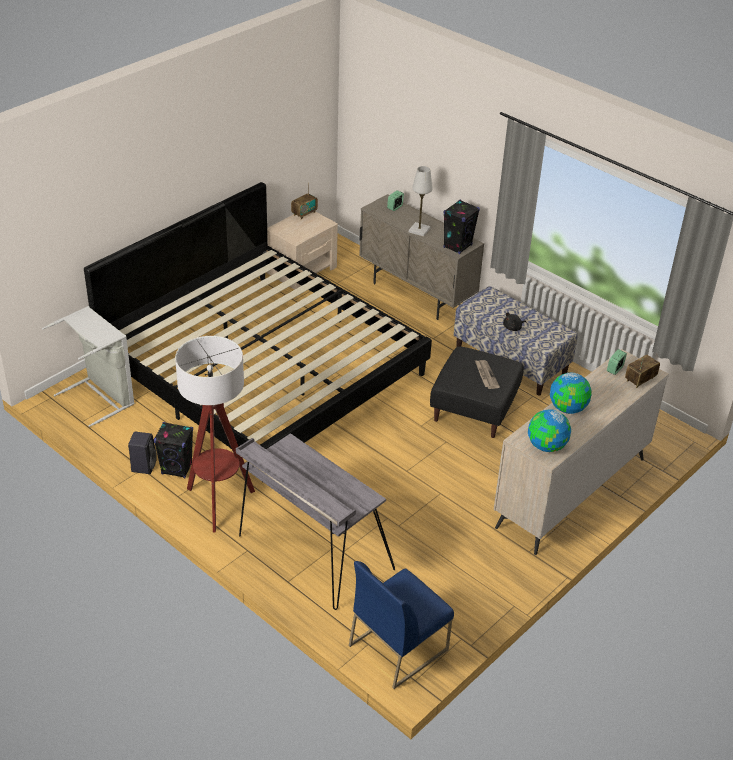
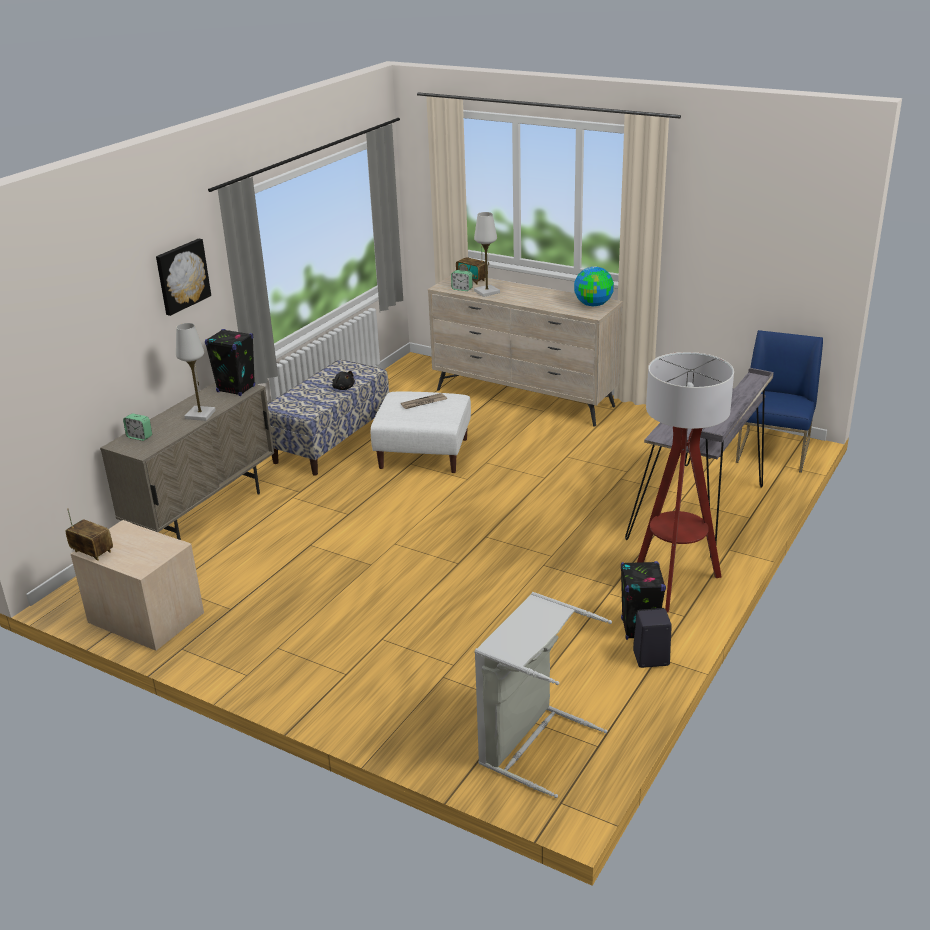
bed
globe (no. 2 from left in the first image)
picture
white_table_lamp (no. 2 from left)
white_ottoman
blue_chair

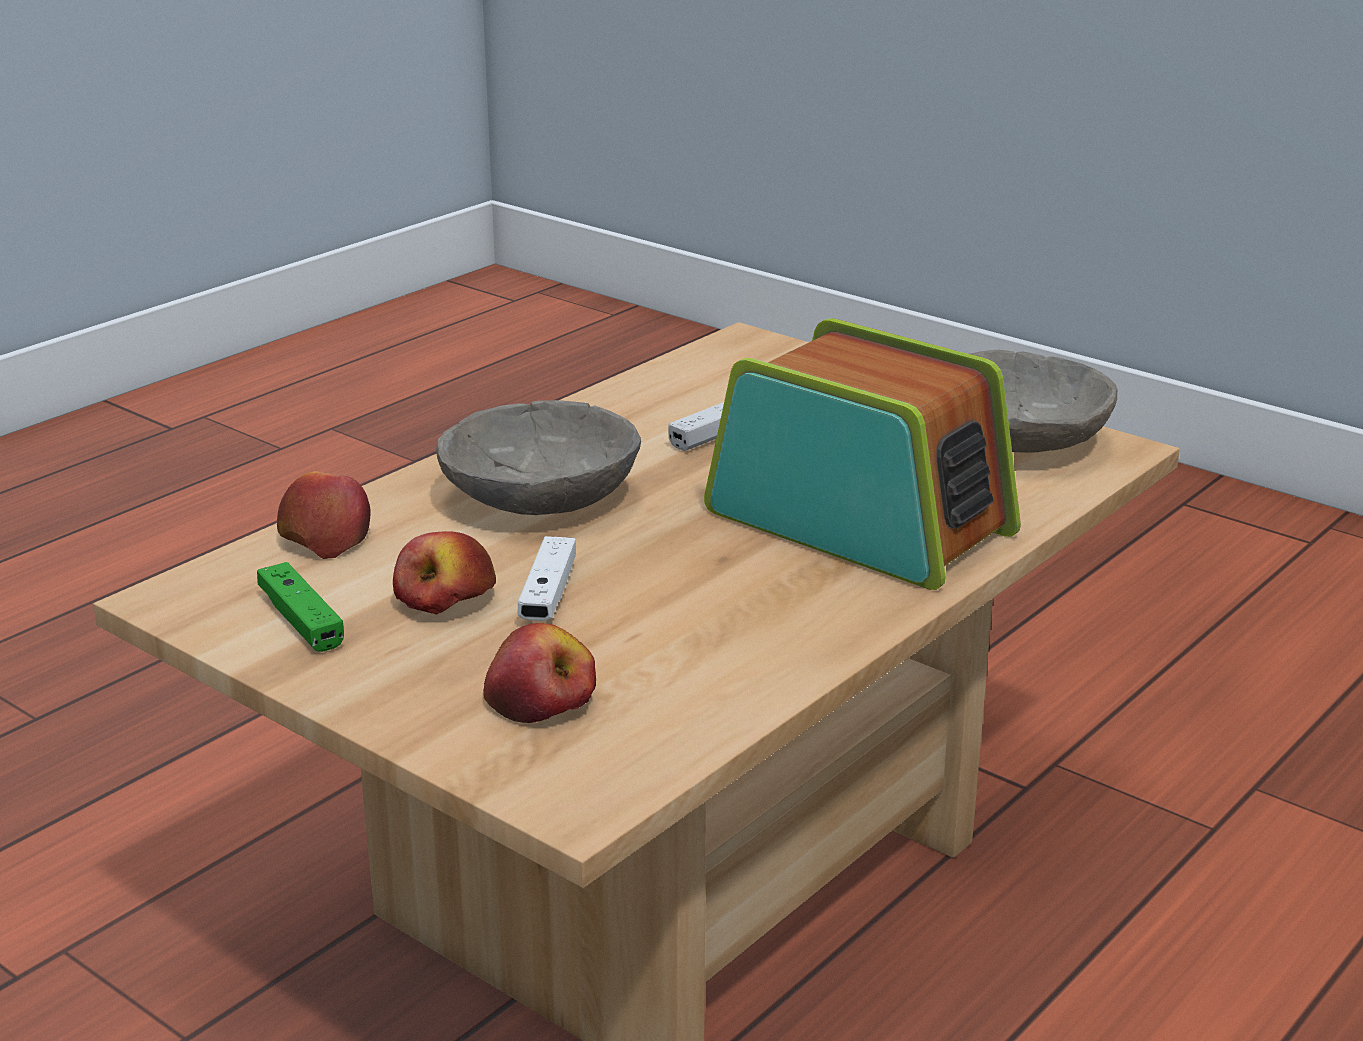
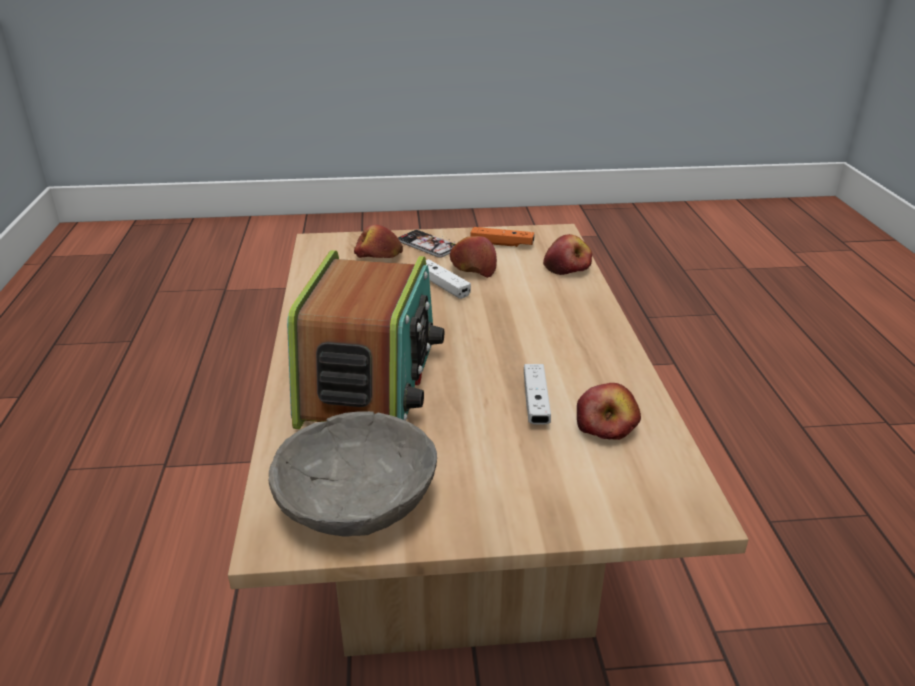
grey_bowl (no. 1 from left in the first image)
phone
apple (no. 4 from left)
orange_game_controller
radio

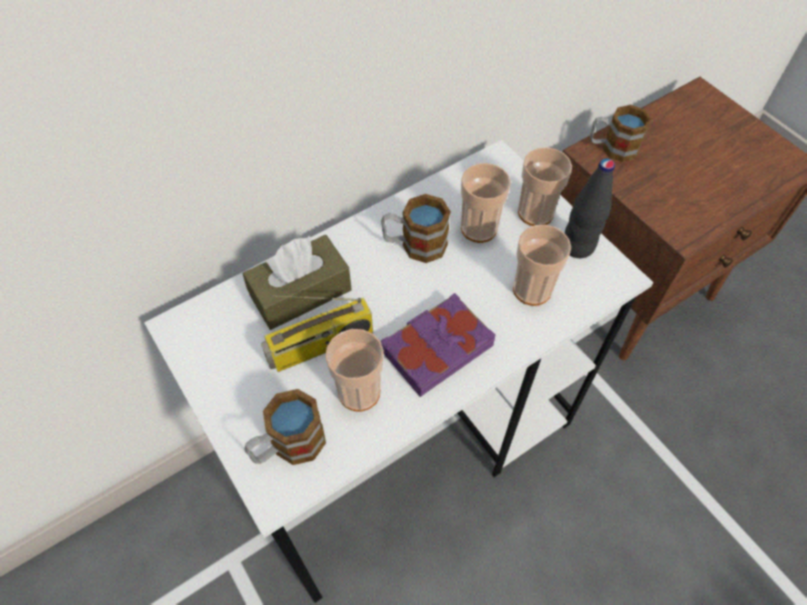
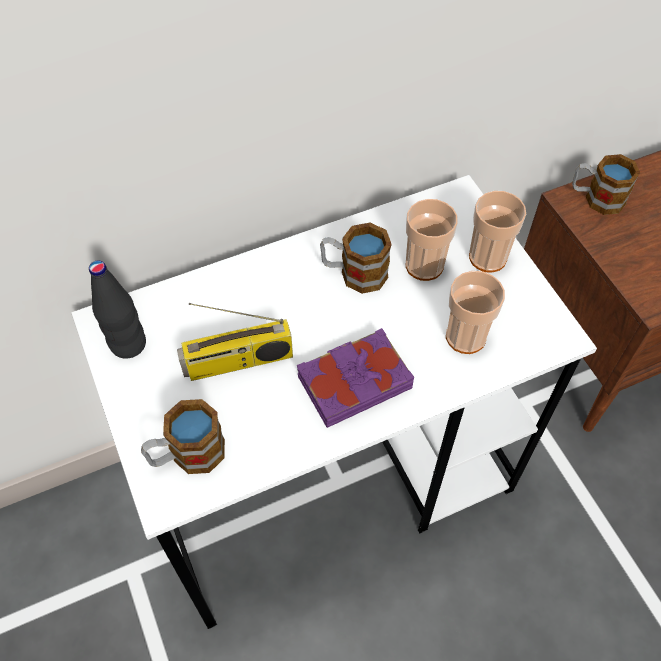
brown_tissue_box
cup (no. 1 from left in the first image)
black_bottle

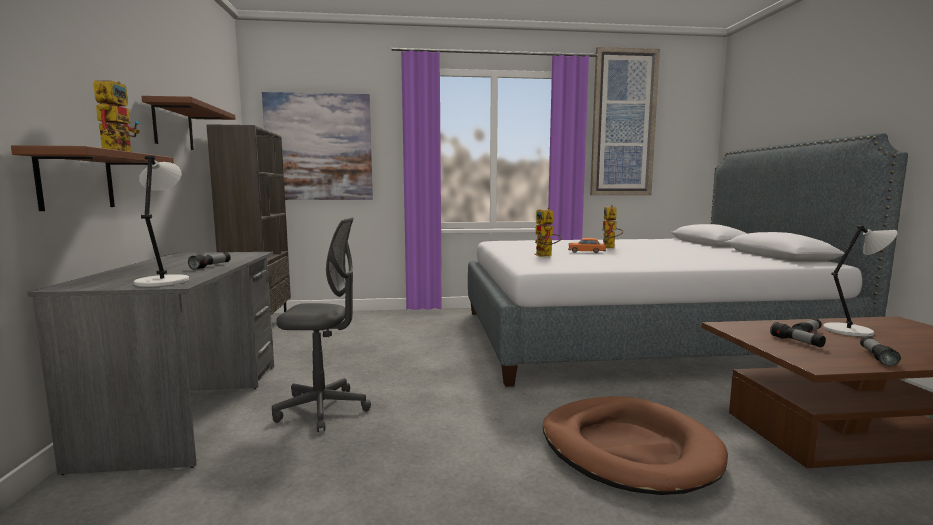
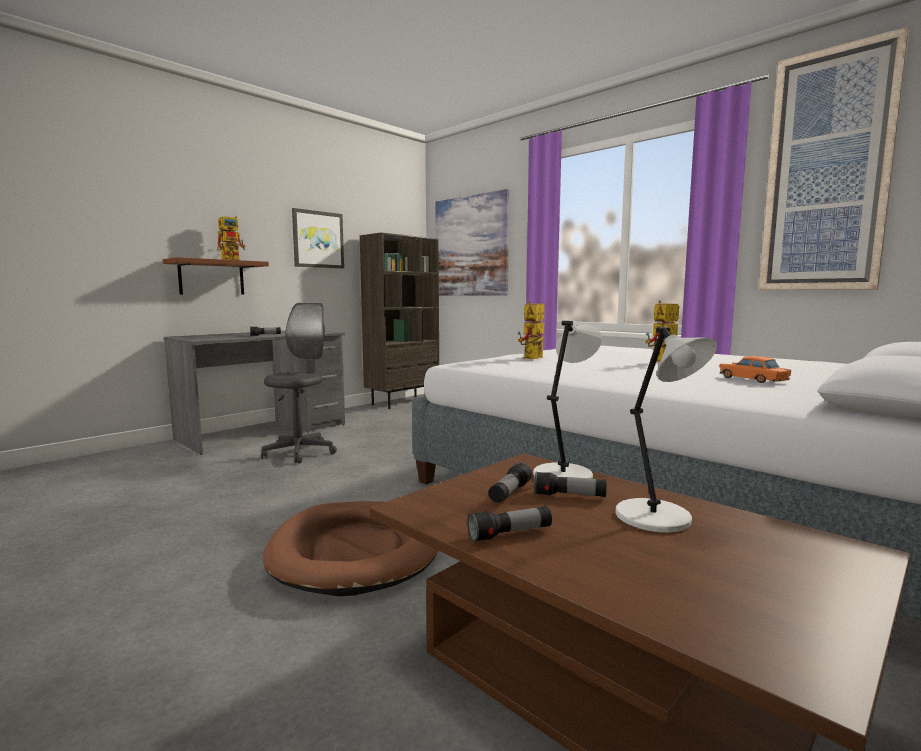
grey_table_lamp (no. 1 from left)
orange_toy_car
picture (no. 1 from left)
grey_office_chair

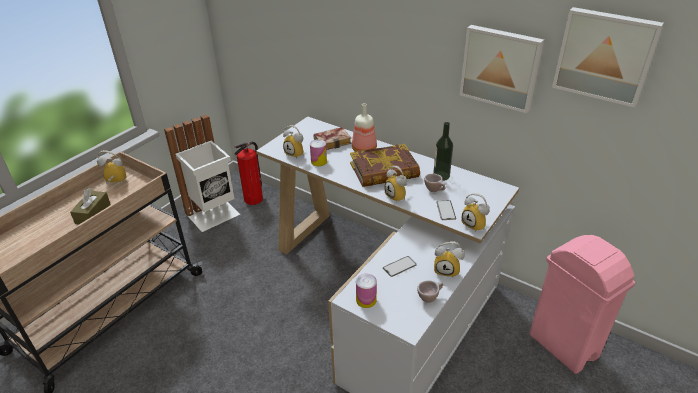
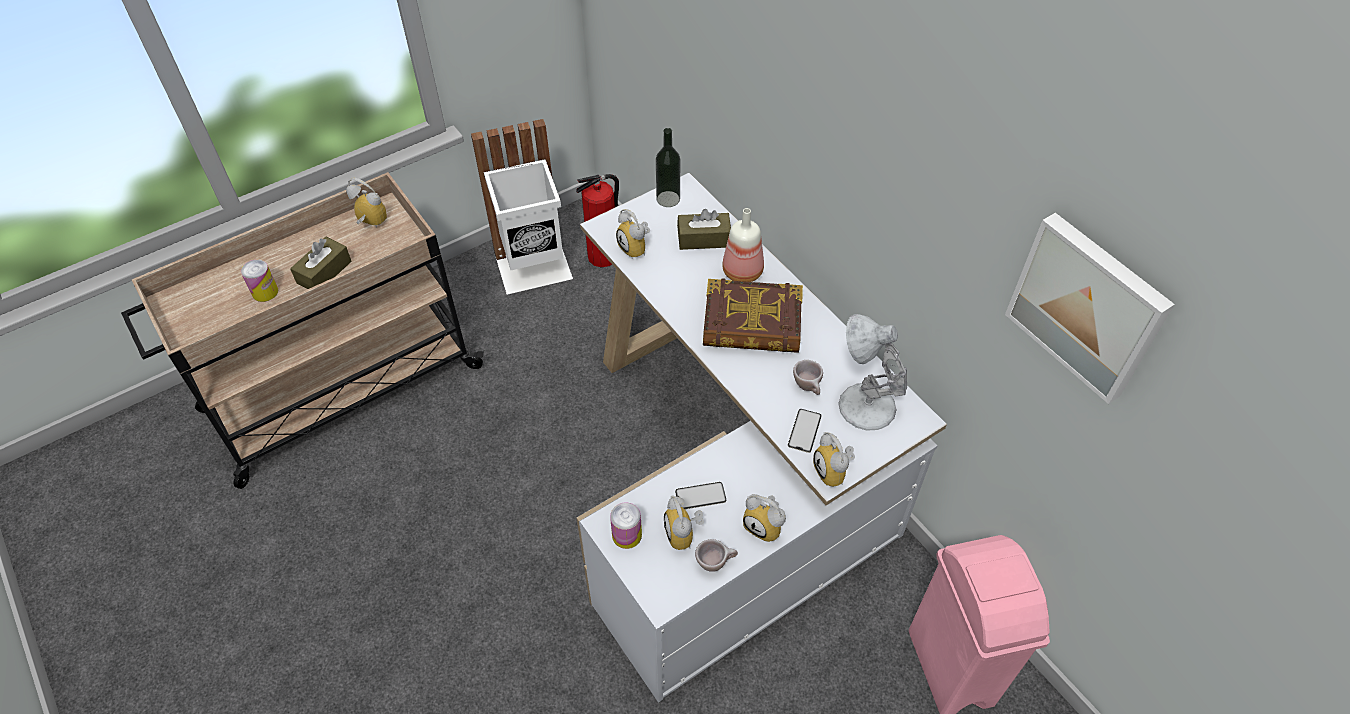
picture (no. 1 from left in the first image)
white_table_lamp
can (no. 1 from left)
alarm_clock (no. 3 from left)
bottle (no. 1 from left)
brown_tissue_box (no. 2 from left)

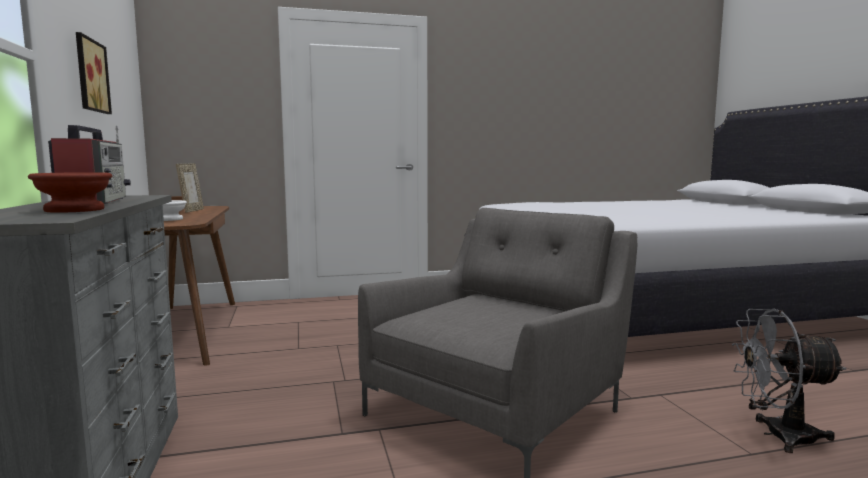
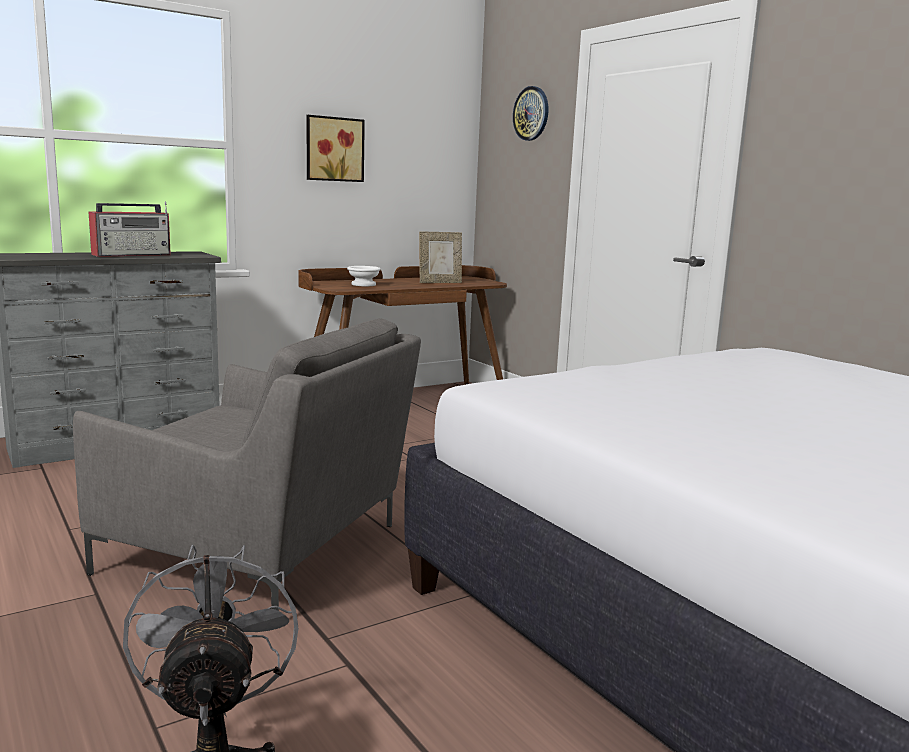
brown_bowl
wall_clock

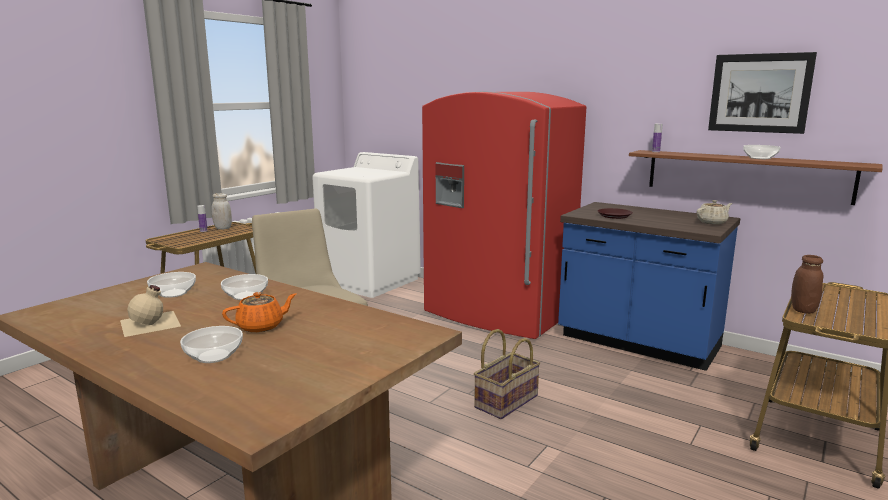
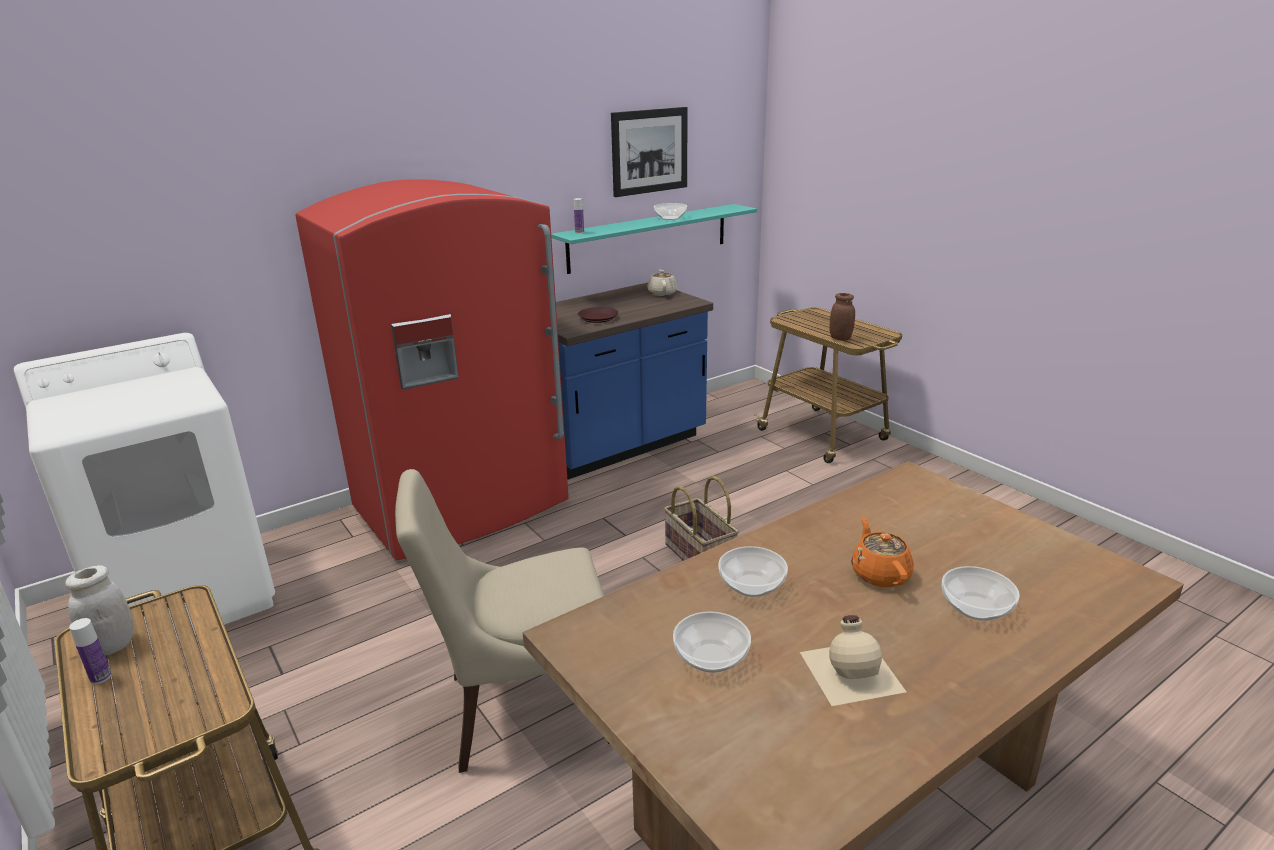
turquoise_shelf

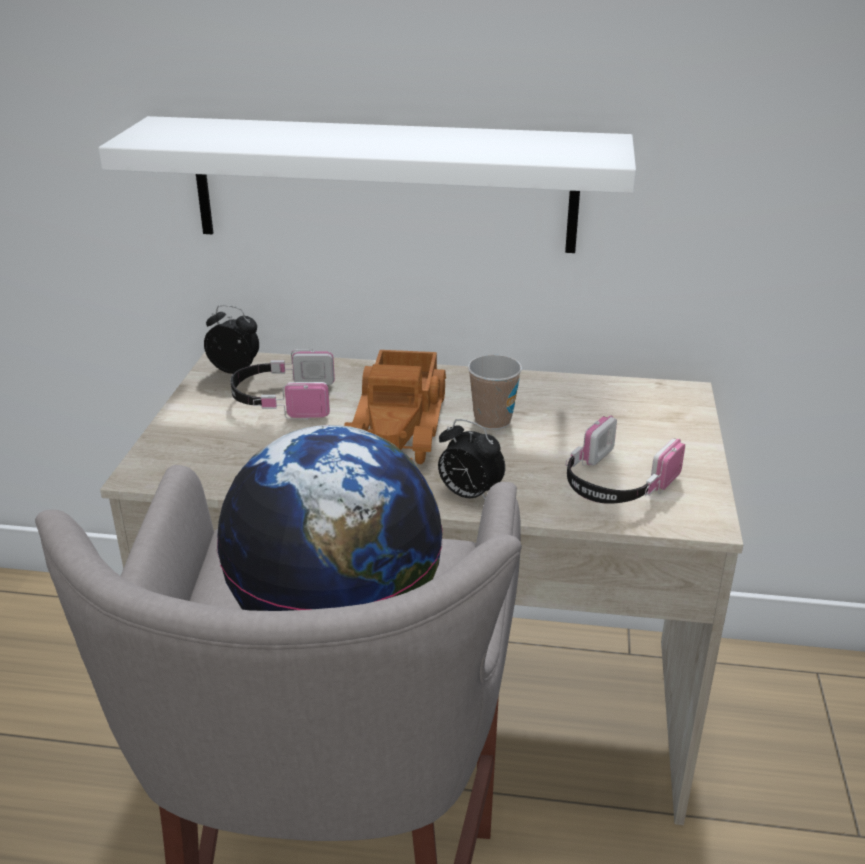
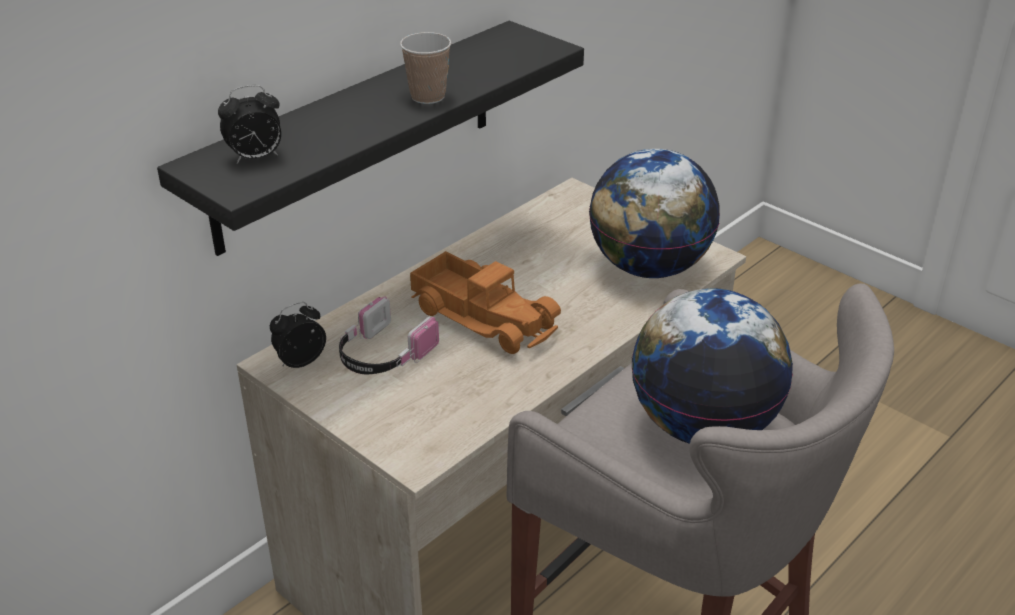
alarm_clock (no. 1 from left)
cup
globe (no. 1 from left)
black_shelf

